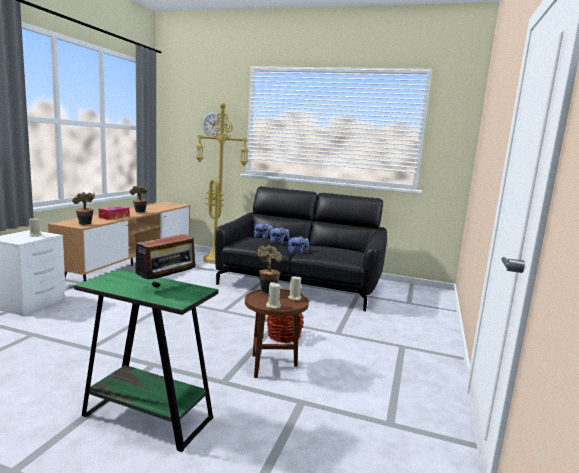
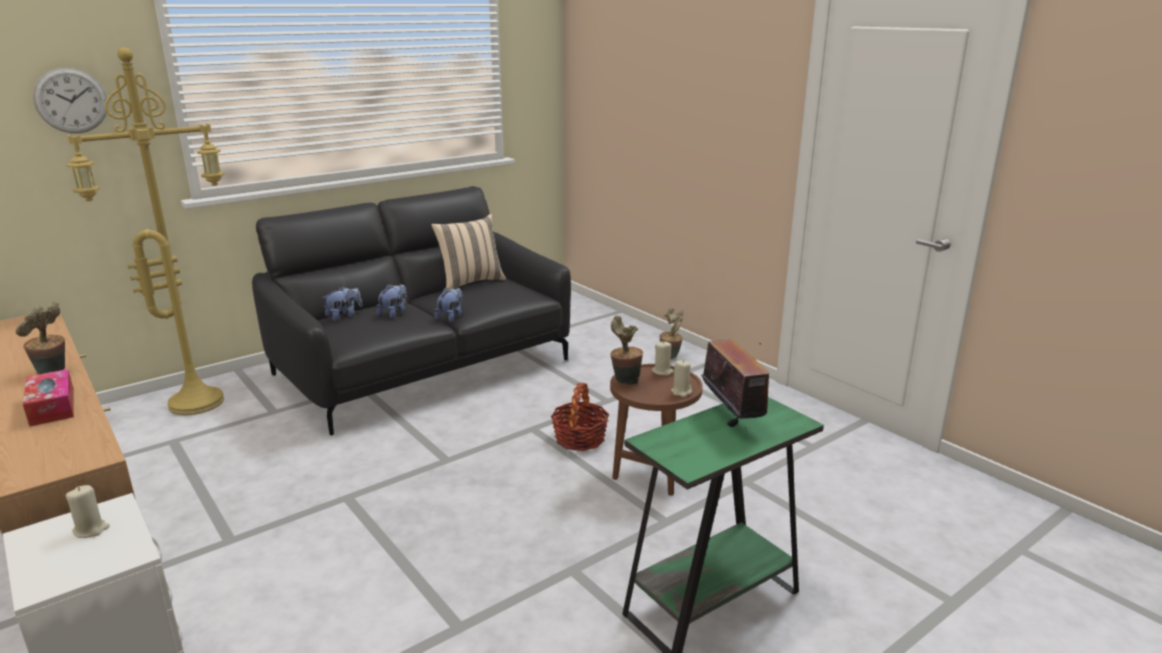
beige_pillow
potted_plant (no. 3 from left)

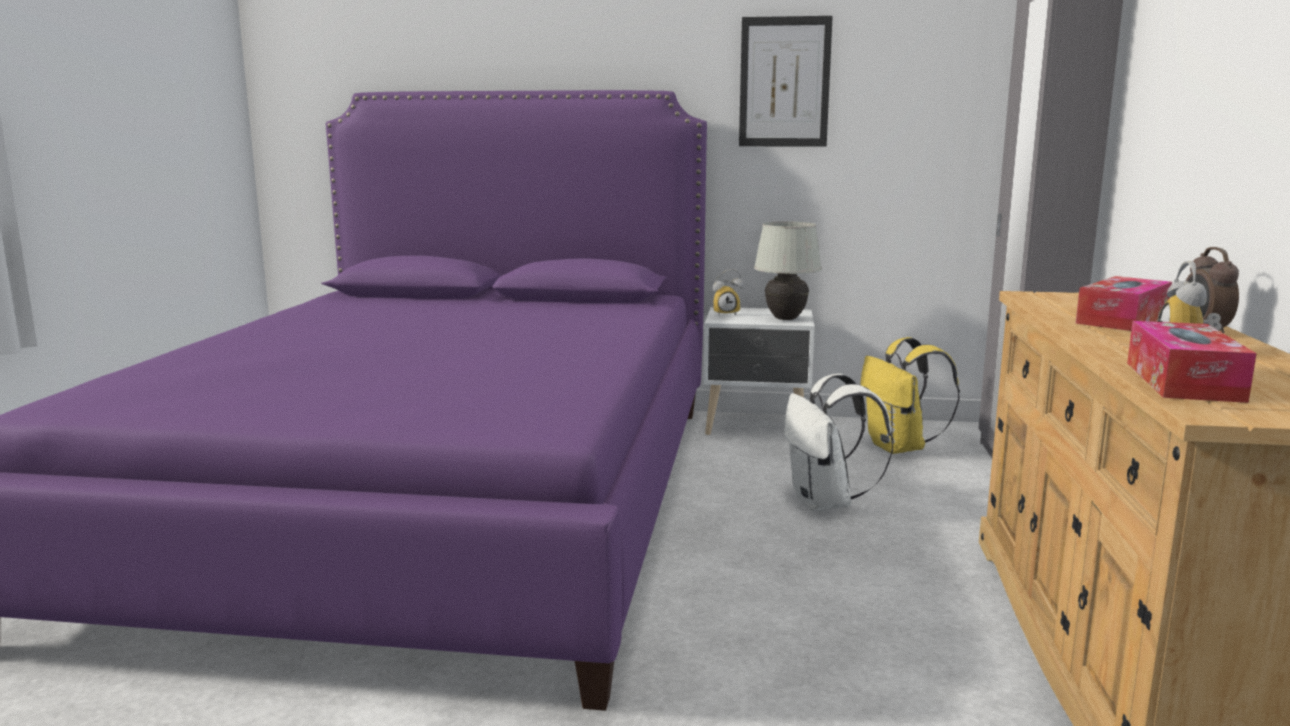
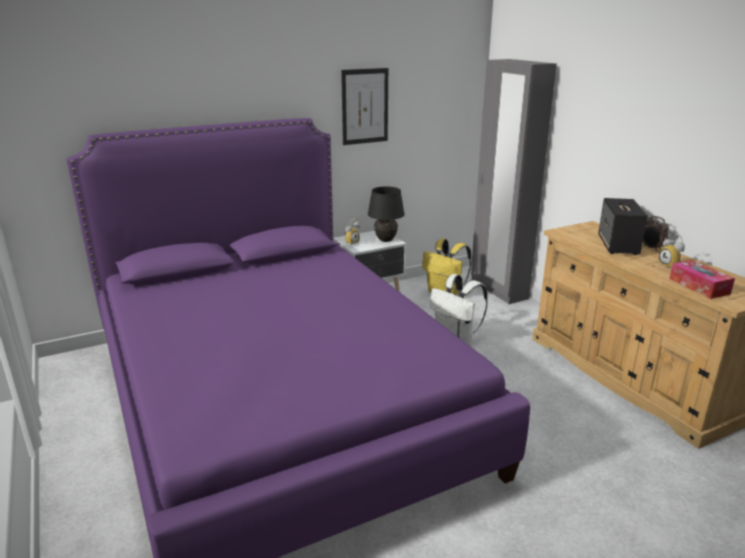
speaker
black_table_lamp

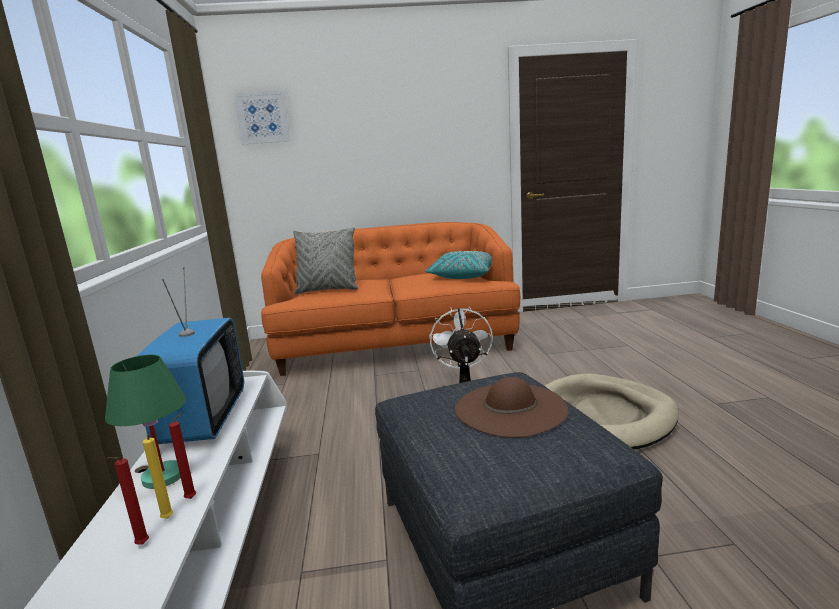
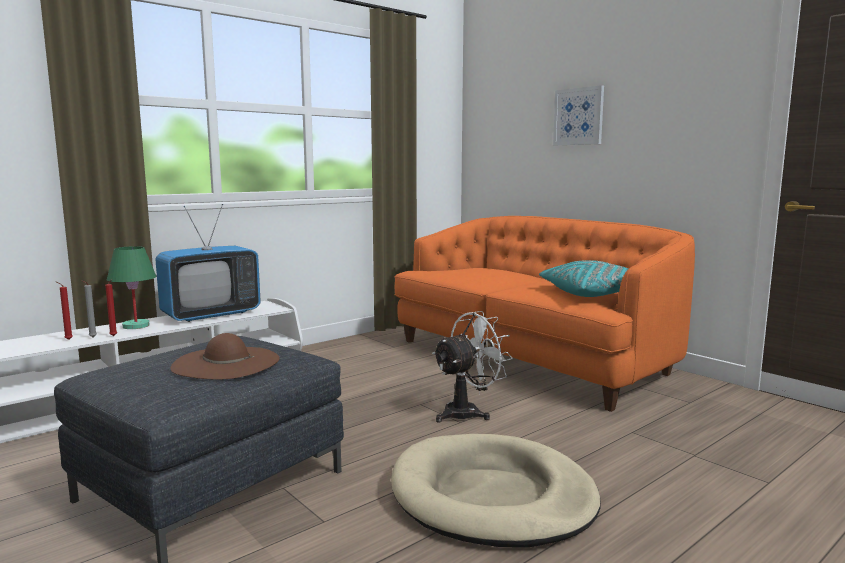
grey_pillow
picture
grey_candle

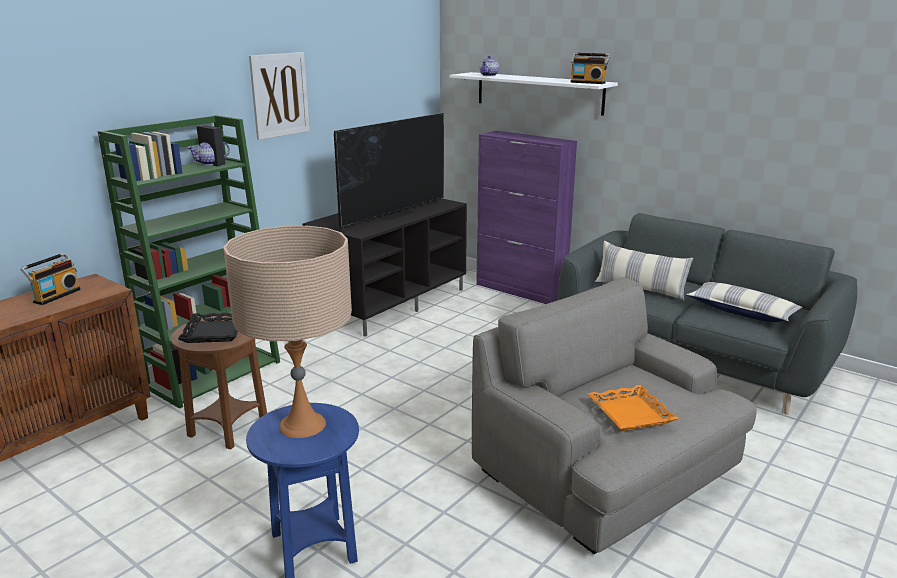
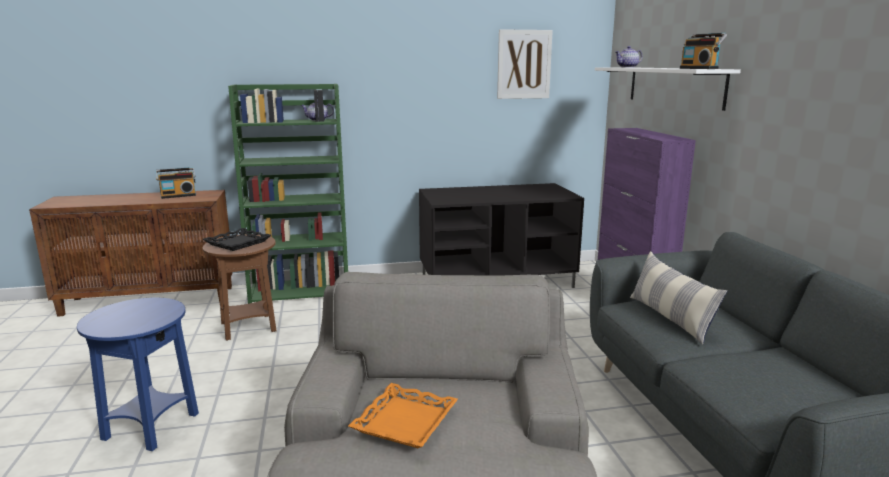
beige_table_lamp
television
pillow (no. 2 from left in the first image)
picture

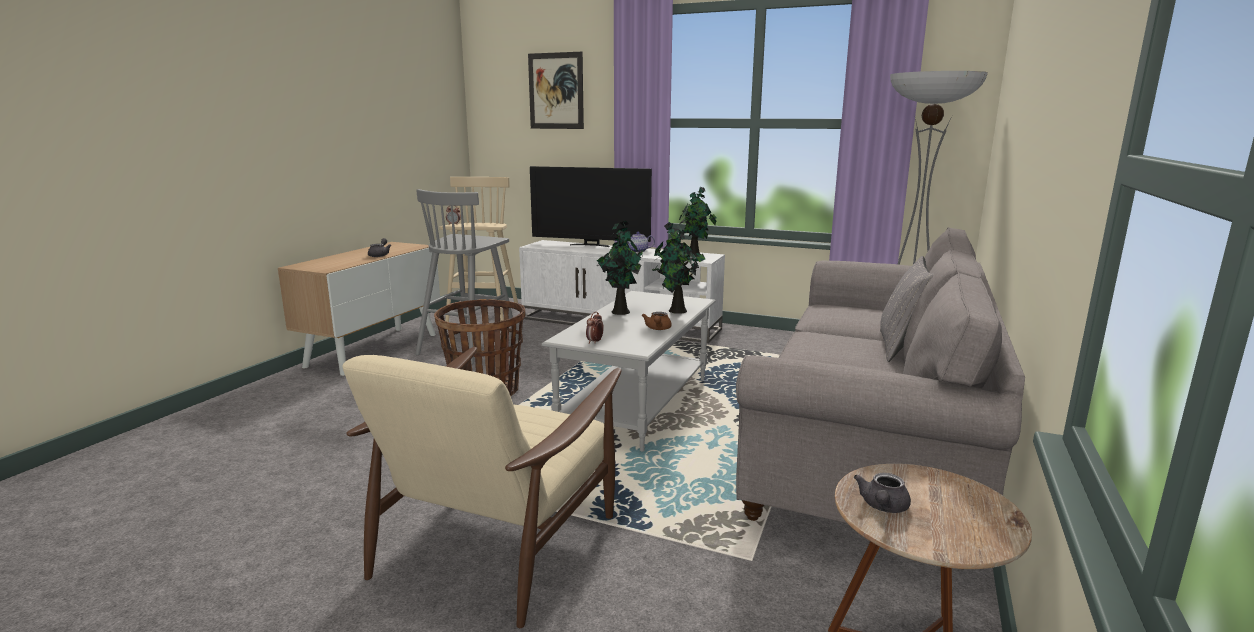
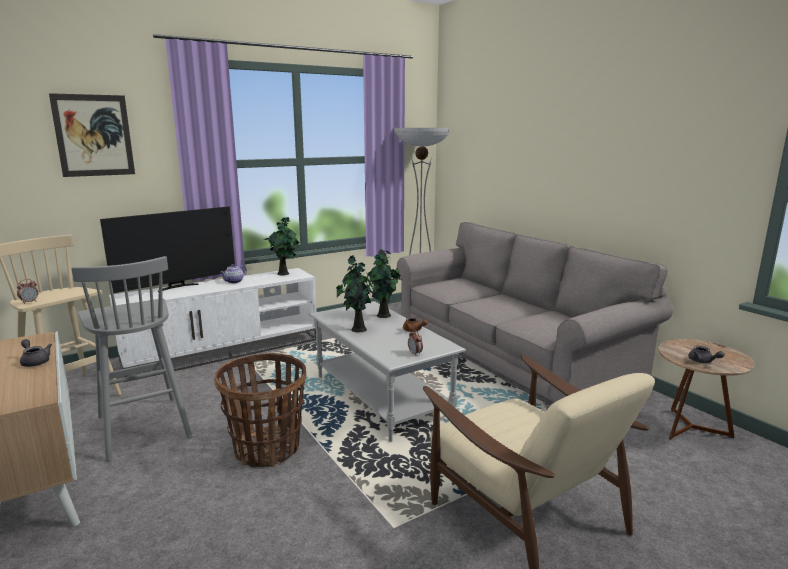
grey_pillow

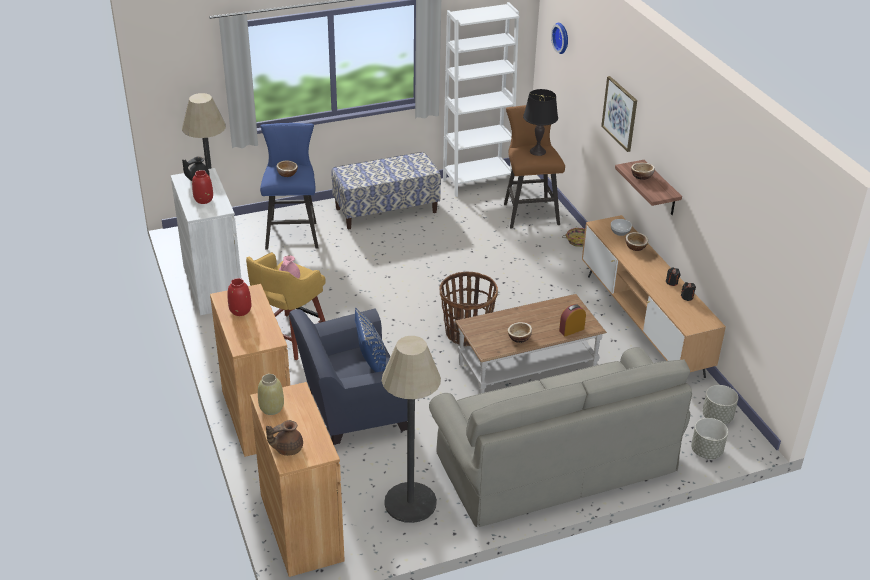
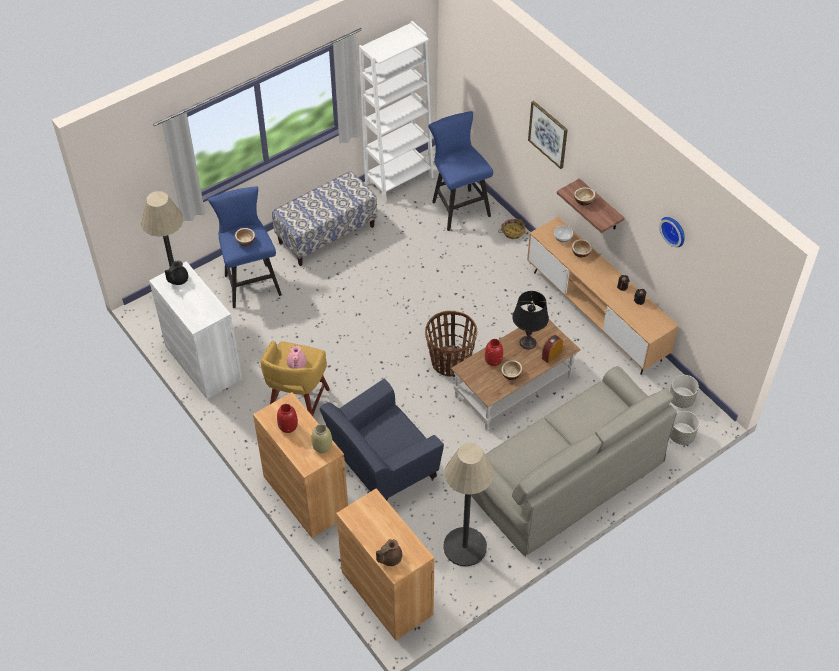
blue_pillow
red_vase (no. 2 from left)
beige_vase
black_table_lamp
wall_clock
blue_stool (no. 2 from left)

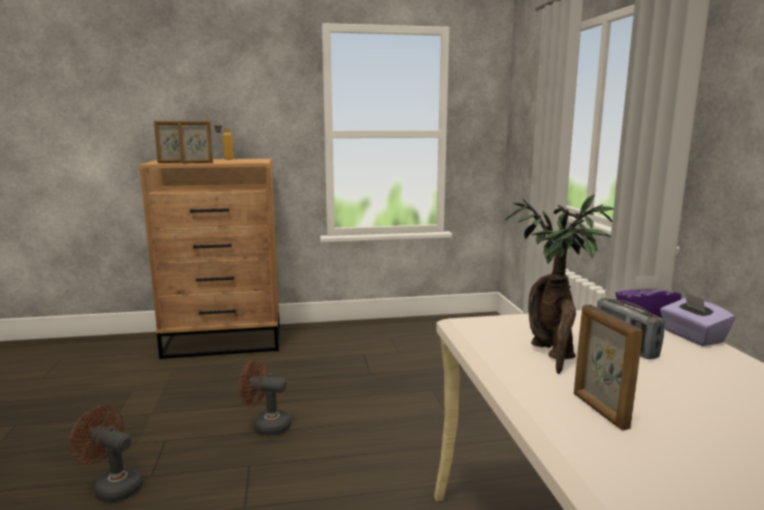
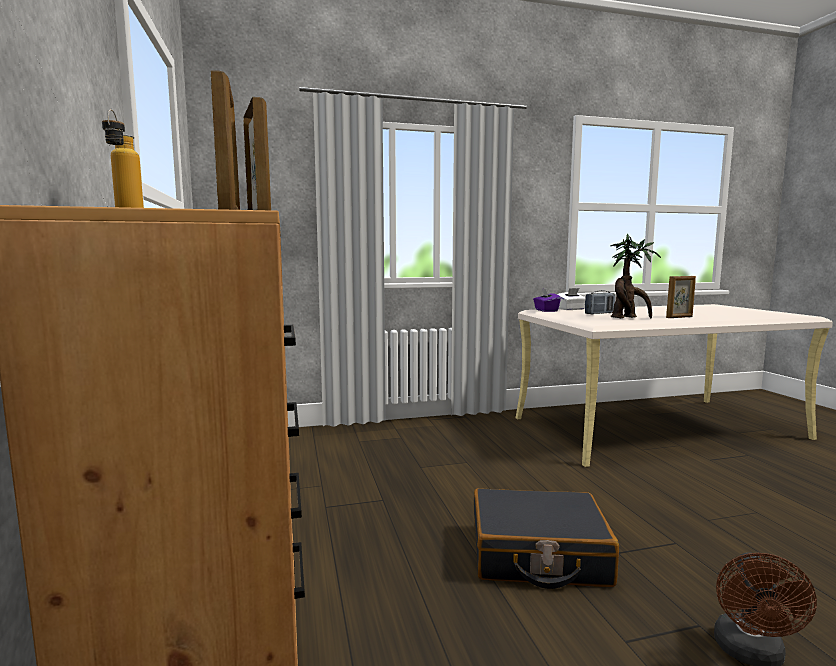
black_suitcase
white_tissue_box

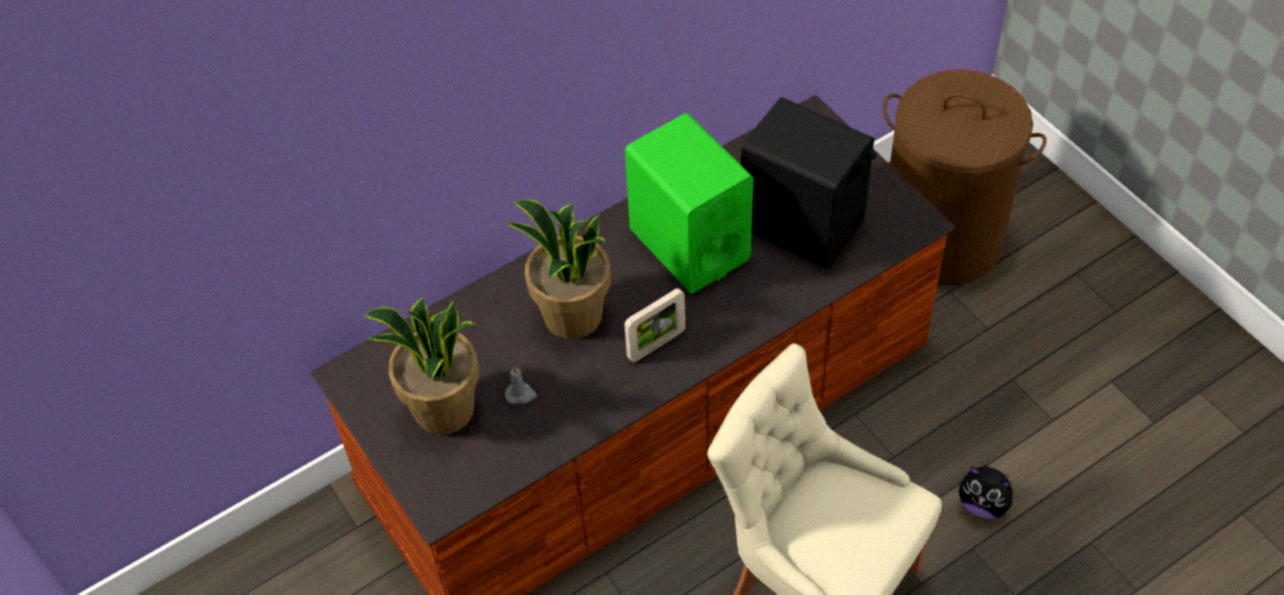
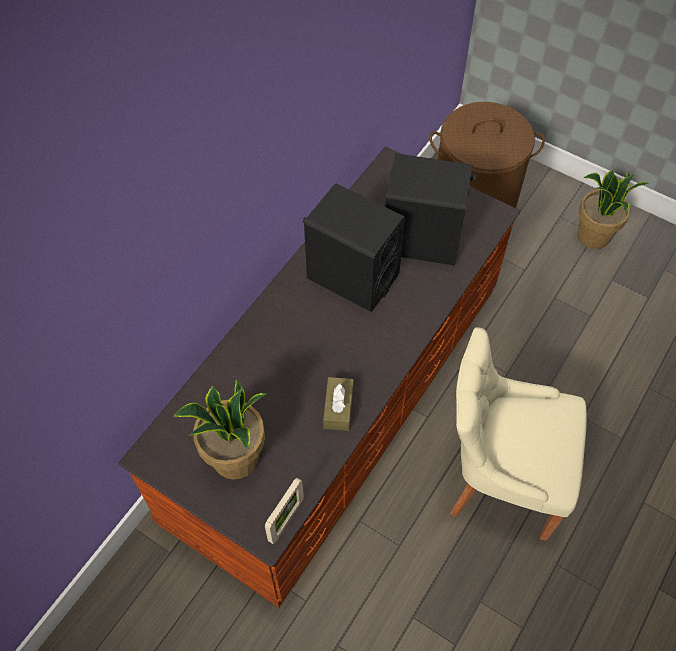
grey_candle
plush_toy
brown_tissue_box
potted_plant (no. 2 from left)
picture_frame
black_speaker (no. 1 from left)

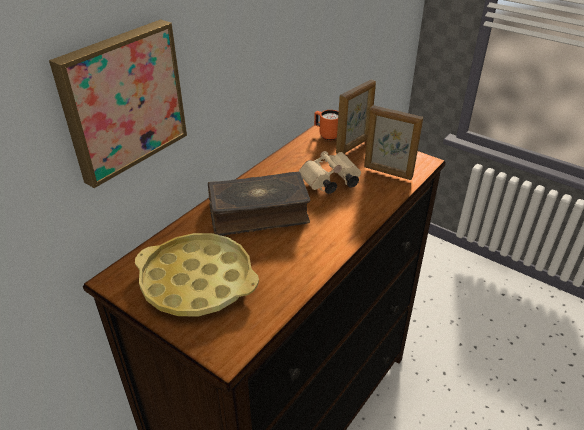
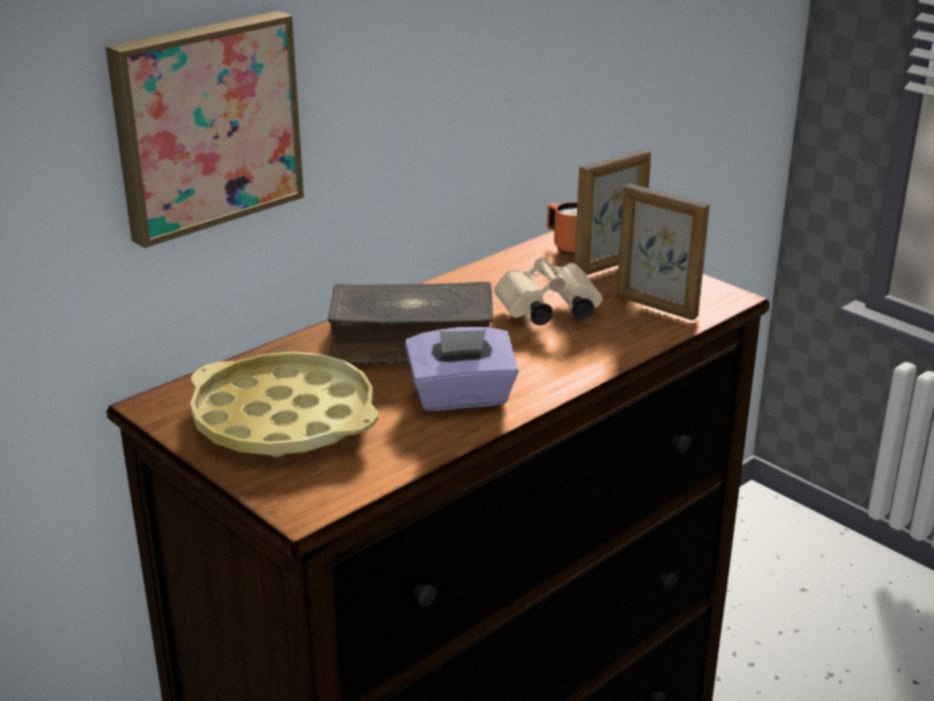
purple_tissue_box

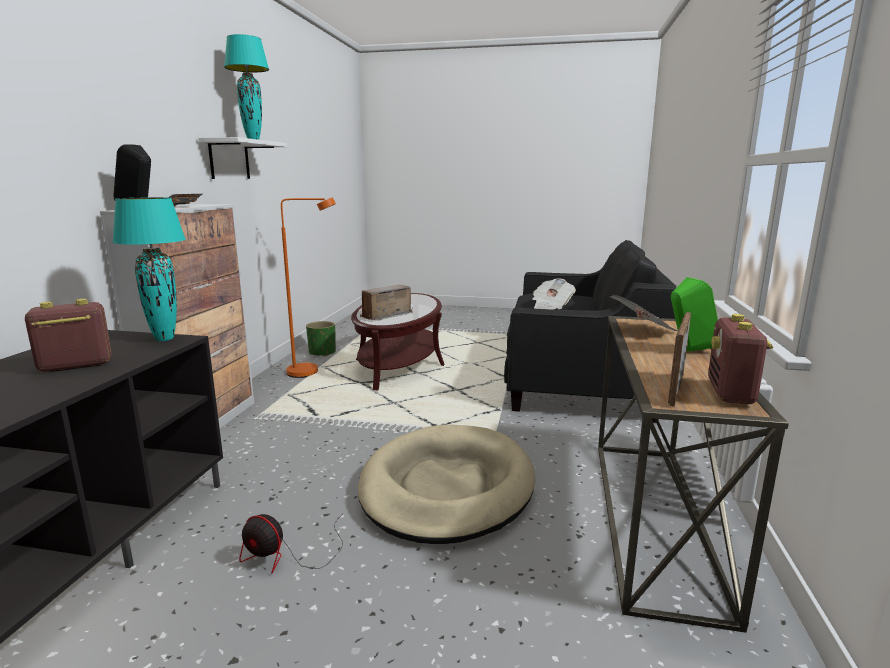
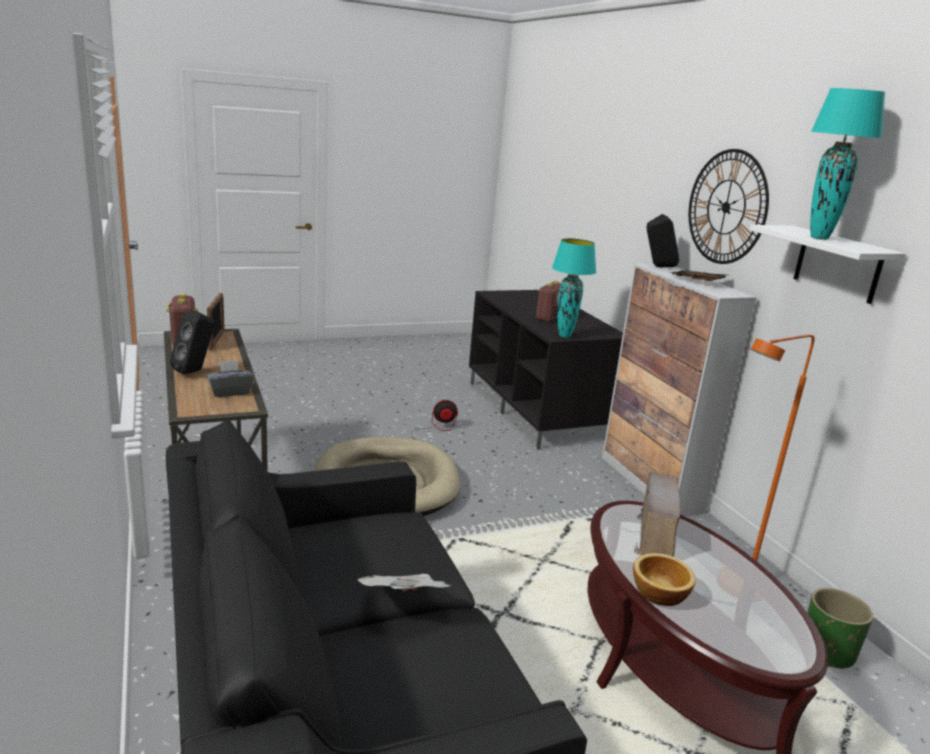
bowl
wall_clock
grey_tissue_box
black_speaker (no. 1 from left)

